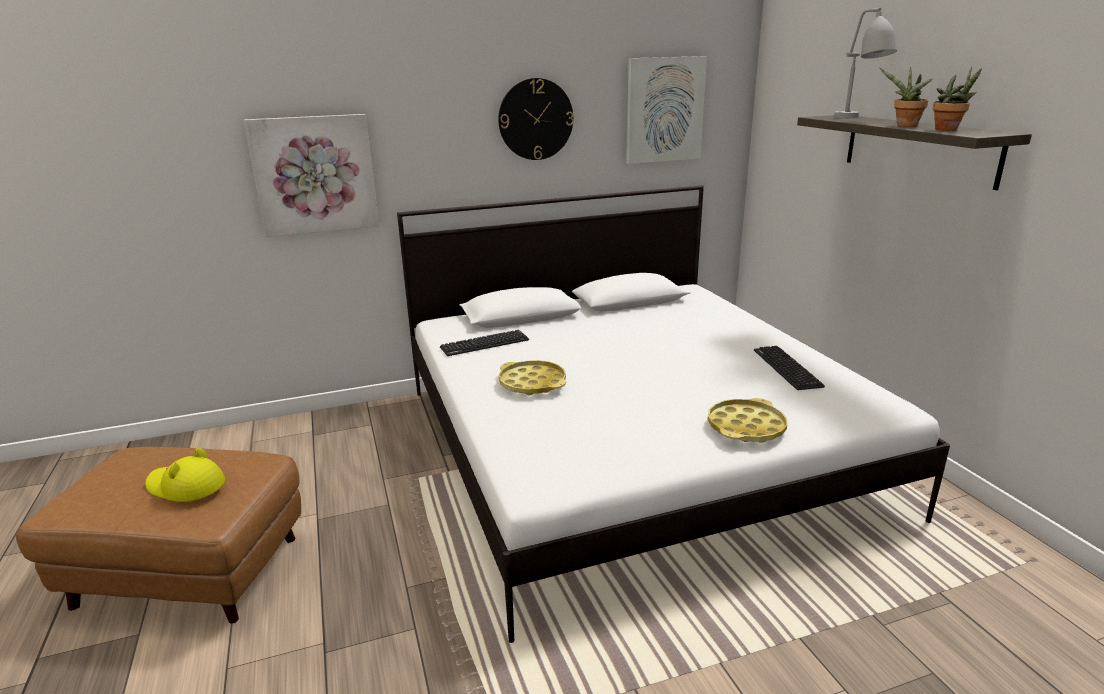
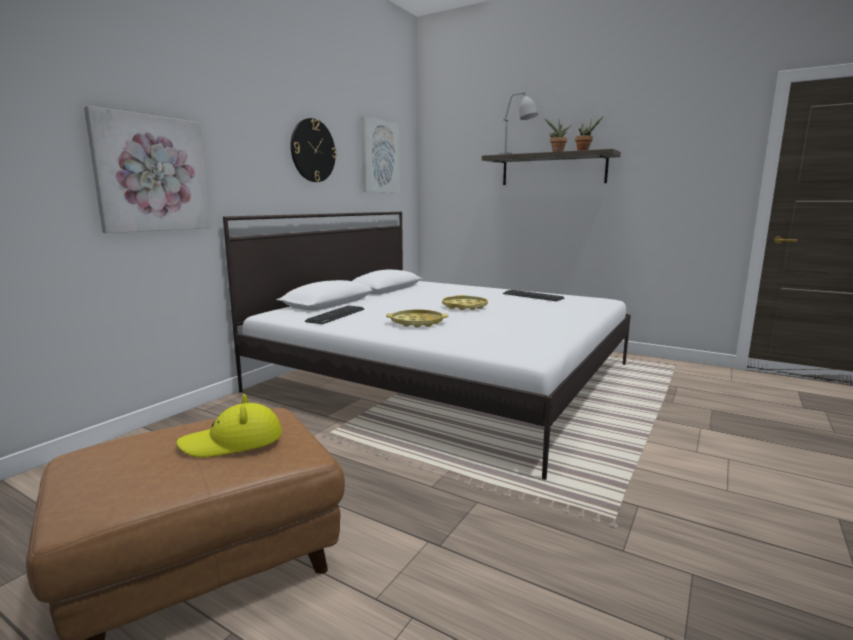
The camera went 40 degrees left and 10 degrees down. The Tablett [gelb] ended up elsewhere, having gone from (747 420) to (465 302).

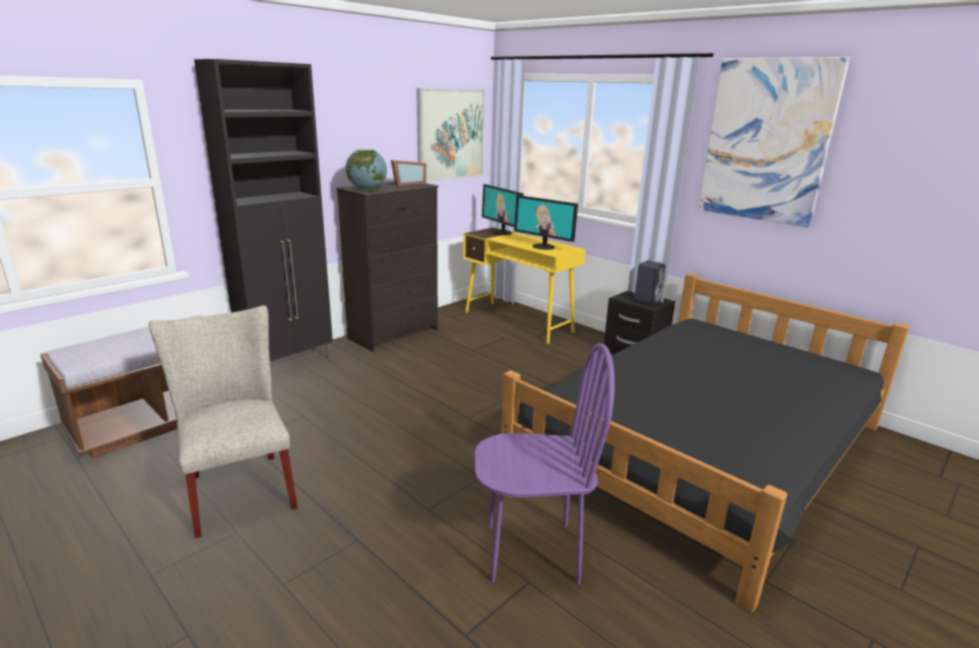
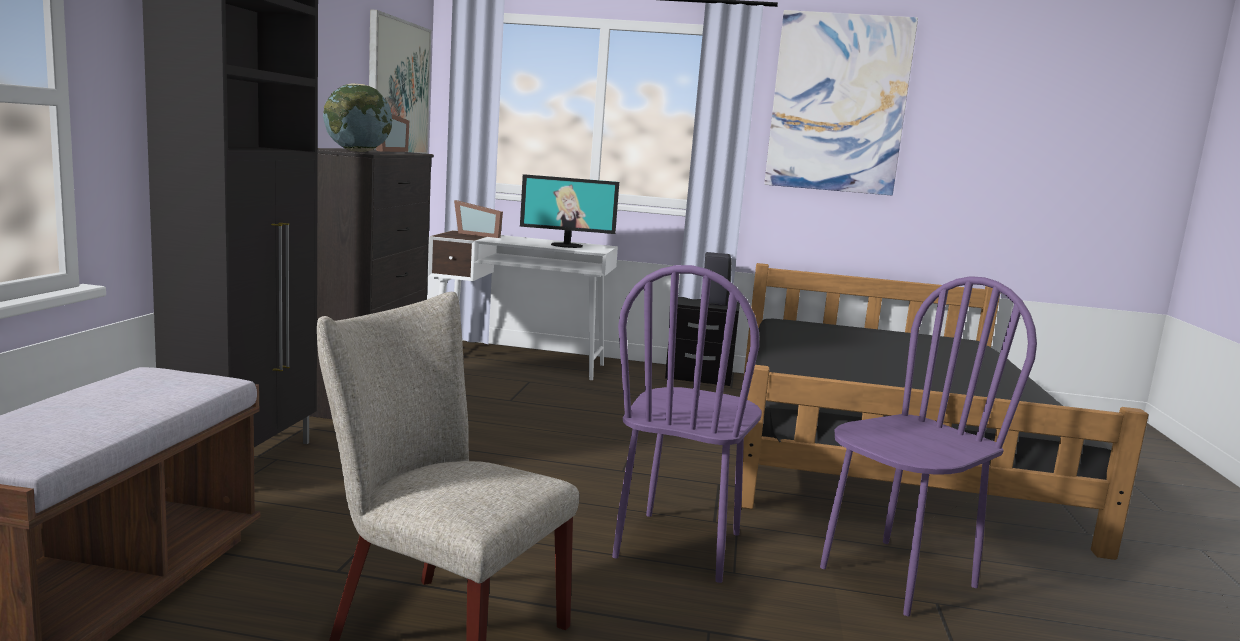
The camera went 35 degrees left and 10 degrees down. What was the Schreibtisch [gelb] at (524 285) turned into the Schreibtisch [weiß] at (523 305). Where the Monitor stood at (503 209), the Bilderrahmen came to stand at (478 219). The second view gained the Stuhl [lila] at (687 424).

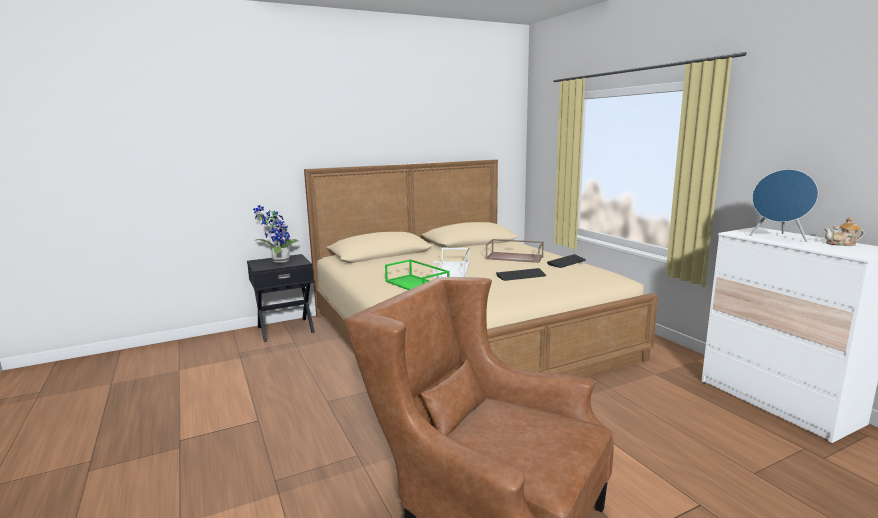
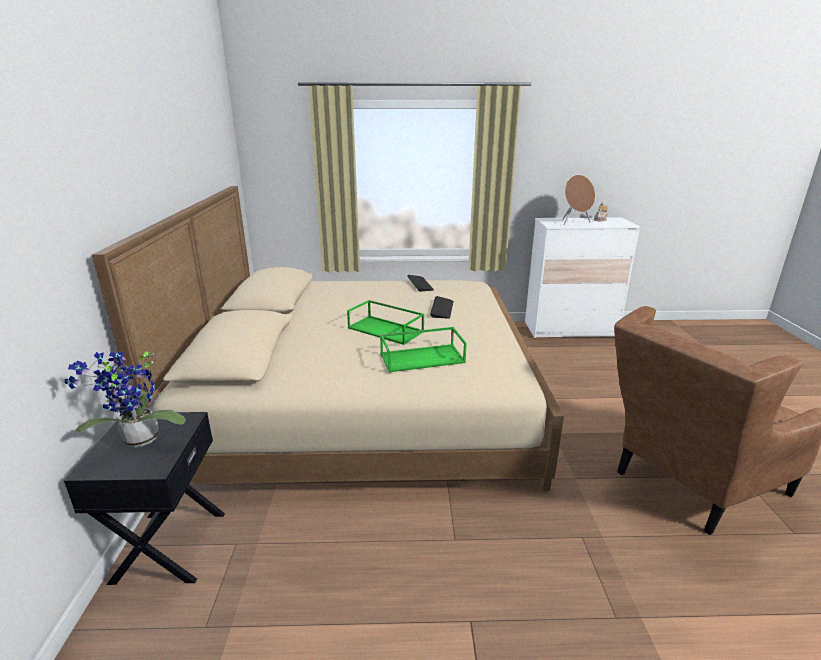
The camera went 65 degrees left and 10 degrees up. What was the Tablett [weiß] at (451 263) turned into the Tablett [grün] at (386 322). What was the Lautsprecher [blau] at (783 205) turned into the Lautsprecher [braun] at (579 200). The second view lost the Tablett [braun] at (514 251).

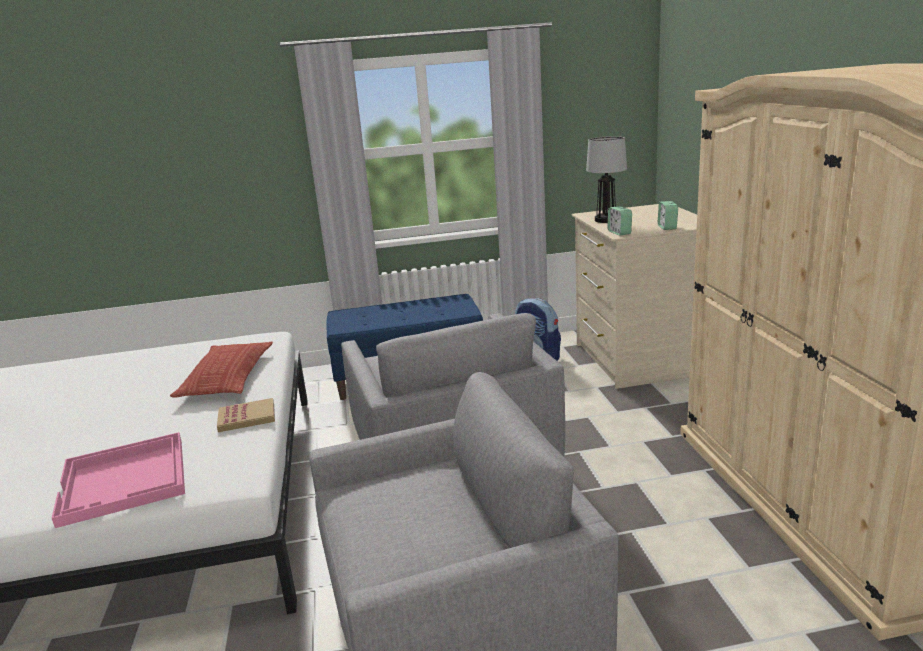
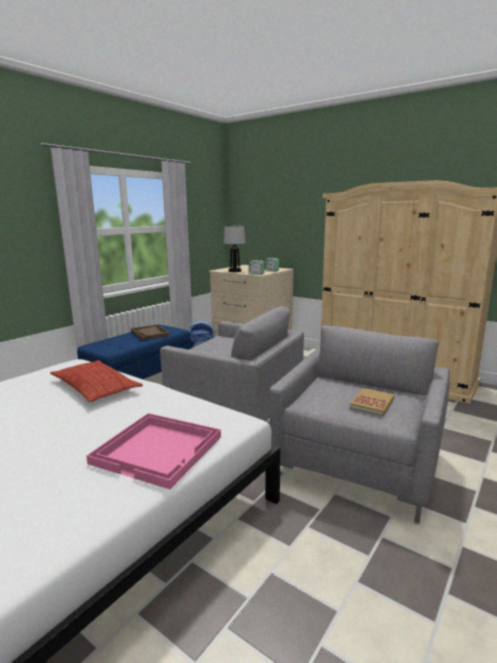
The camera went 45 degrees left and 5 degrees down. The second view gained the Tablett [braun] at (150 332). The Buch ended up elsewhere, having gone from (246 415) to (372 402).

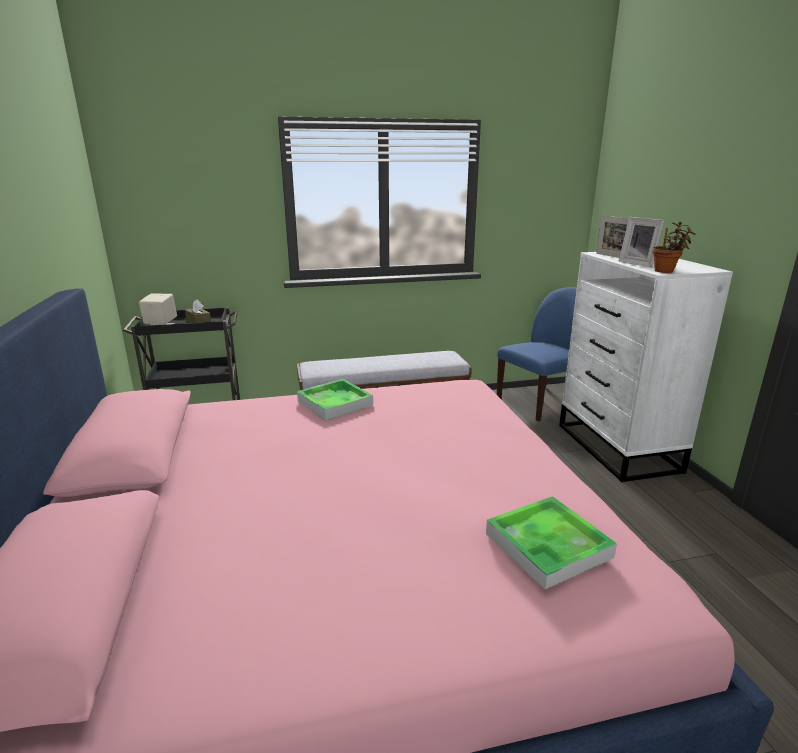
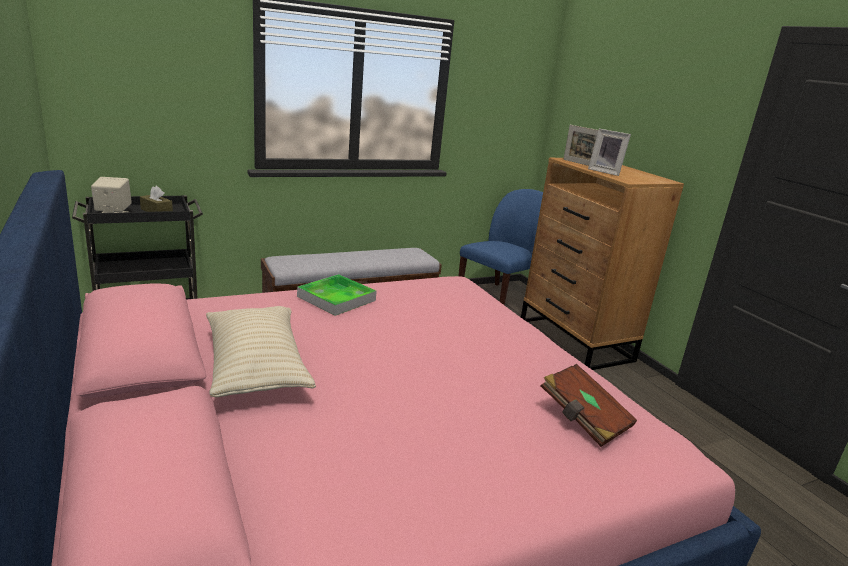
The camera went 15 degrees left and 0 degrees up. The second view gained the Kissen [beige] at (261 351). What was the Kommode [weiß] at (646 367) turned into the Kommode [braun] at (602 264). Where the Tablett stood at (551 542), the Buch [braun] came to stand at (589 405). The second view lost the Topfpflanze at (673 247).

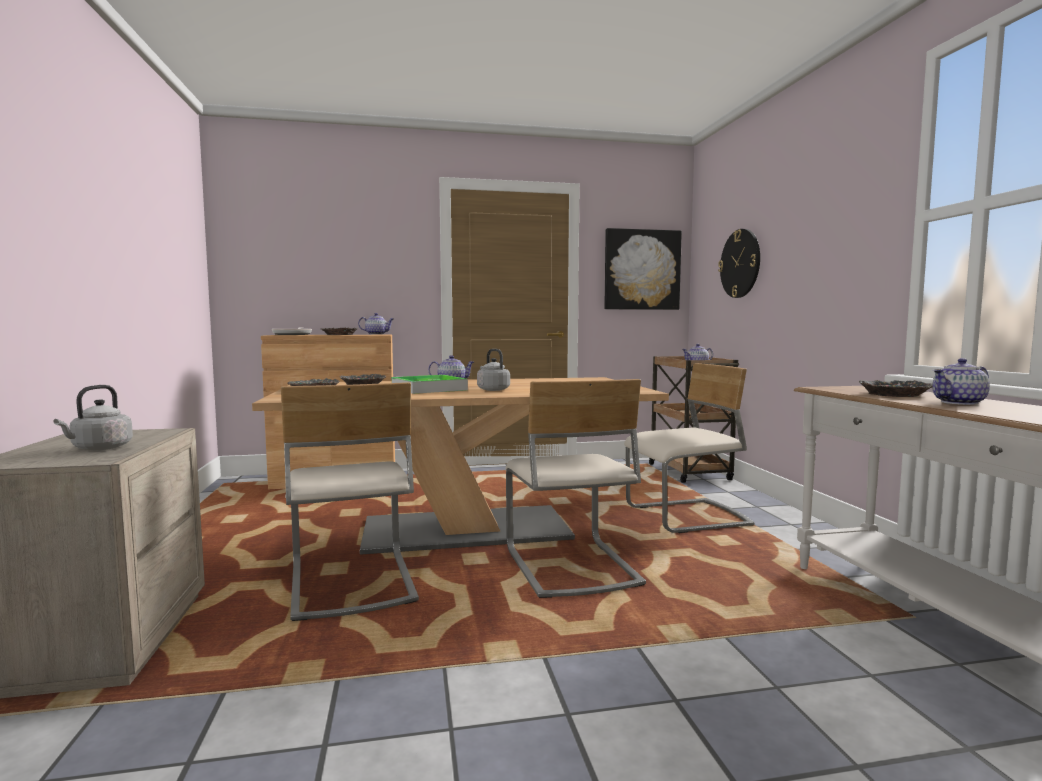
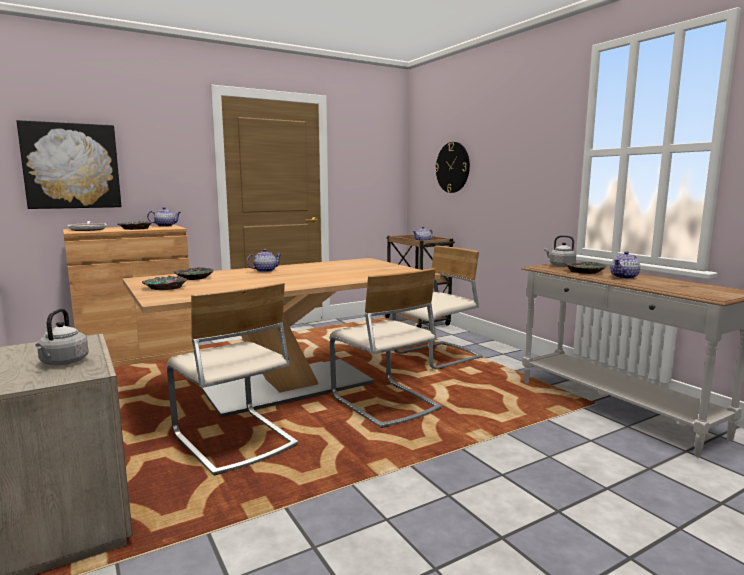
The camera went 20 degrees left and 5 degrees up. The Bild ended up elsewhere, having gone from (643 269) to (69 164). The Wasserkessel [grau] ended up elsewhere, having gone from (493 370) to (560 251). The second view lost the Tablett at (430 384).

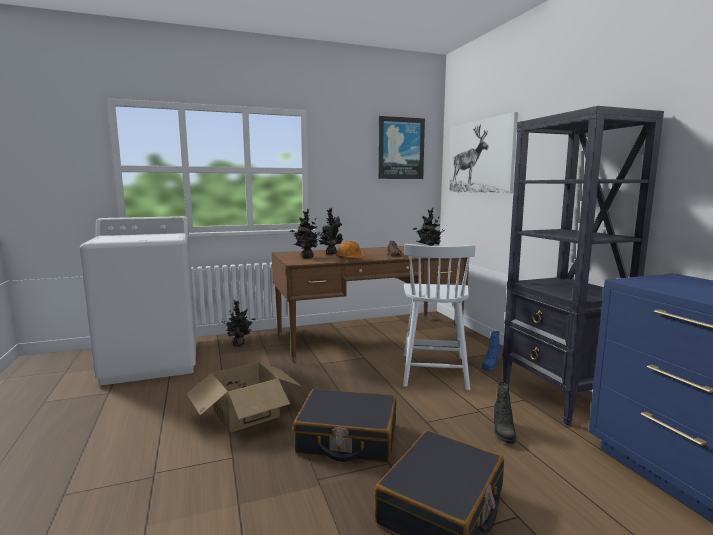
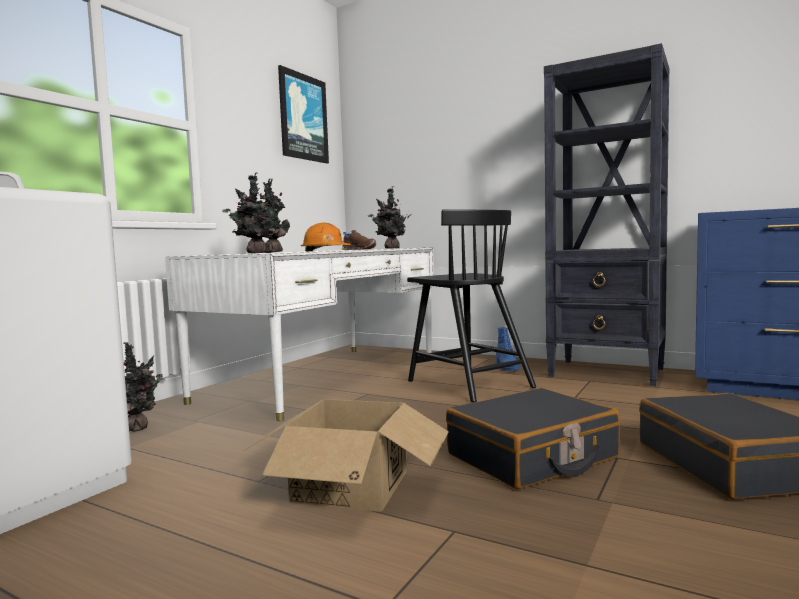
The camera went 40 degrees left and 5 degrees down. What was the Schreibtisch [braun] at (370 304) turned into the Schreibtisch [weiß] at (299 334). What was the Stuhl [weiß] at (439 317) turned into the Stuhl [schwarz] at (471 306). The second view lost the Bild at (483 152). The second view lost the Stiefel [schwarz] at (505 412).

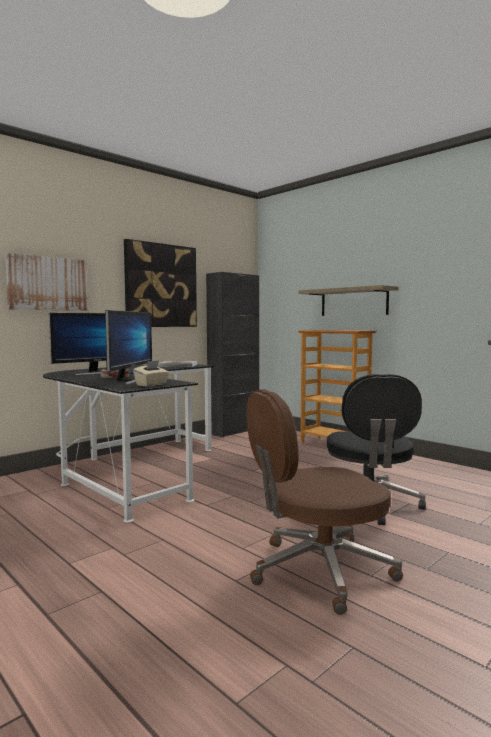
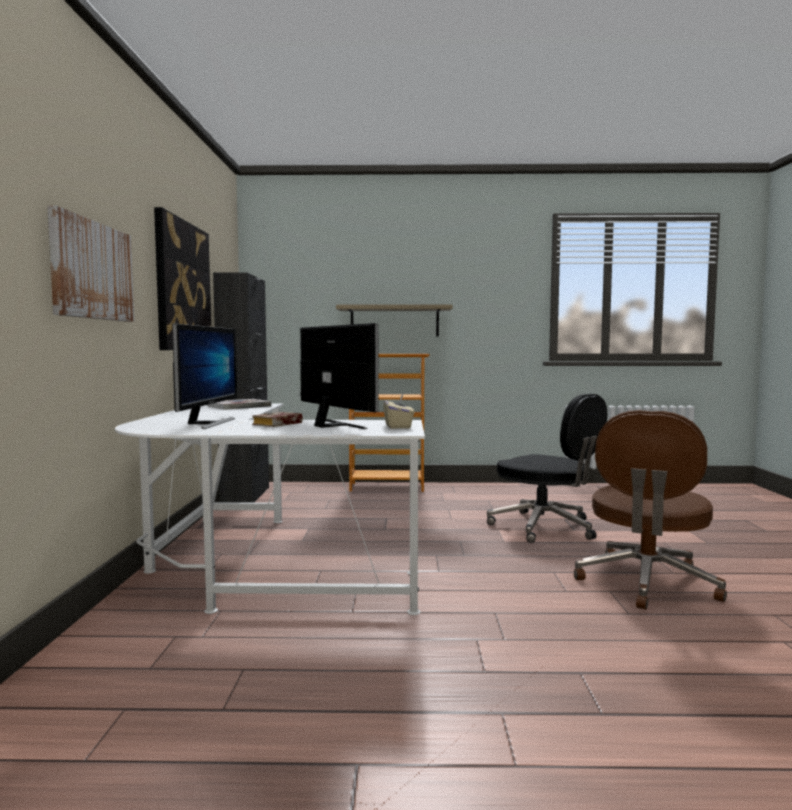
The camera went 45 degrees left and 0 degrees up. What was the Schreibtisch [schwarz] at (128 443) turned into the Schreibtisch [weiß] at (270 509).

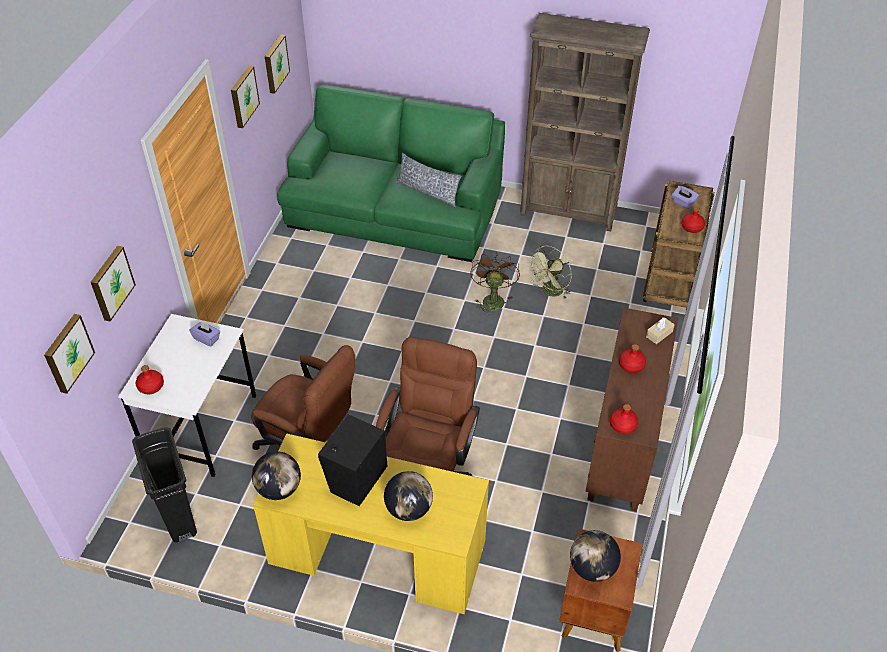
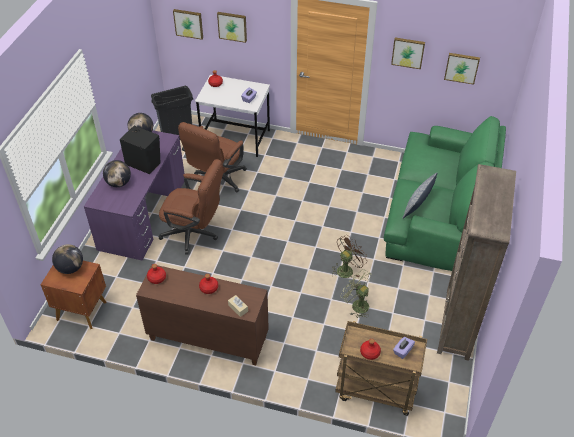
The camera went 90 degrees right and 0 degrees up. What was the Schreibtisch [gelb] at (371 524) turned into the Schreibtisch [lila] at (134 195). The Ventilator [braun] at (495 283) ended up facing another way, 45 degrees counterclockwise from before.

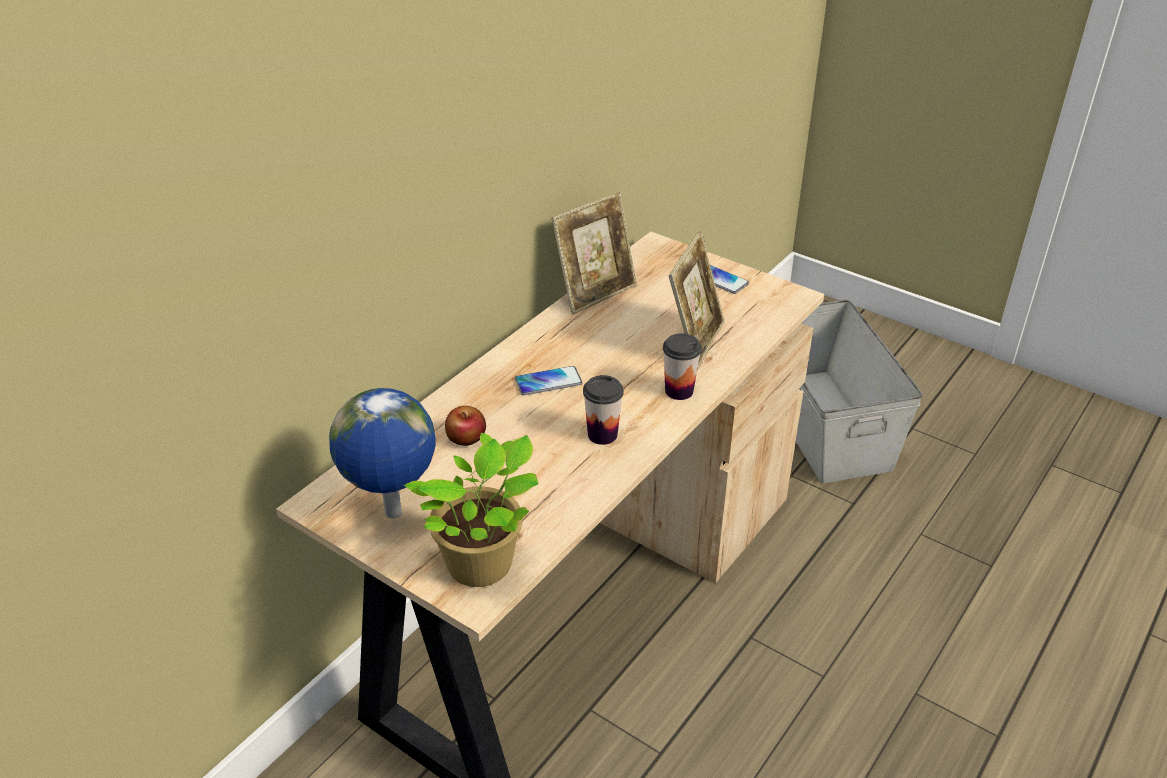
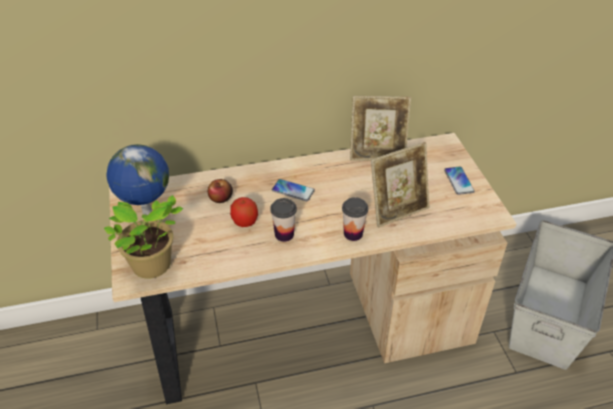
The camera went 40 degrees right and 5 degrees up. The second view gained the Apfel at (244 212).

